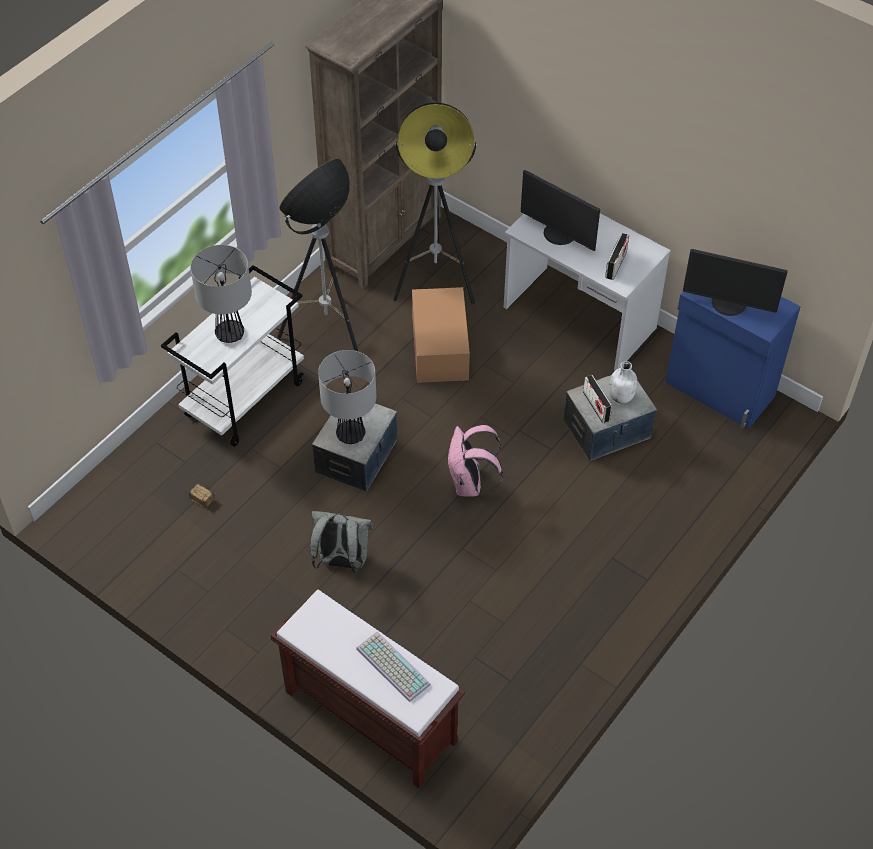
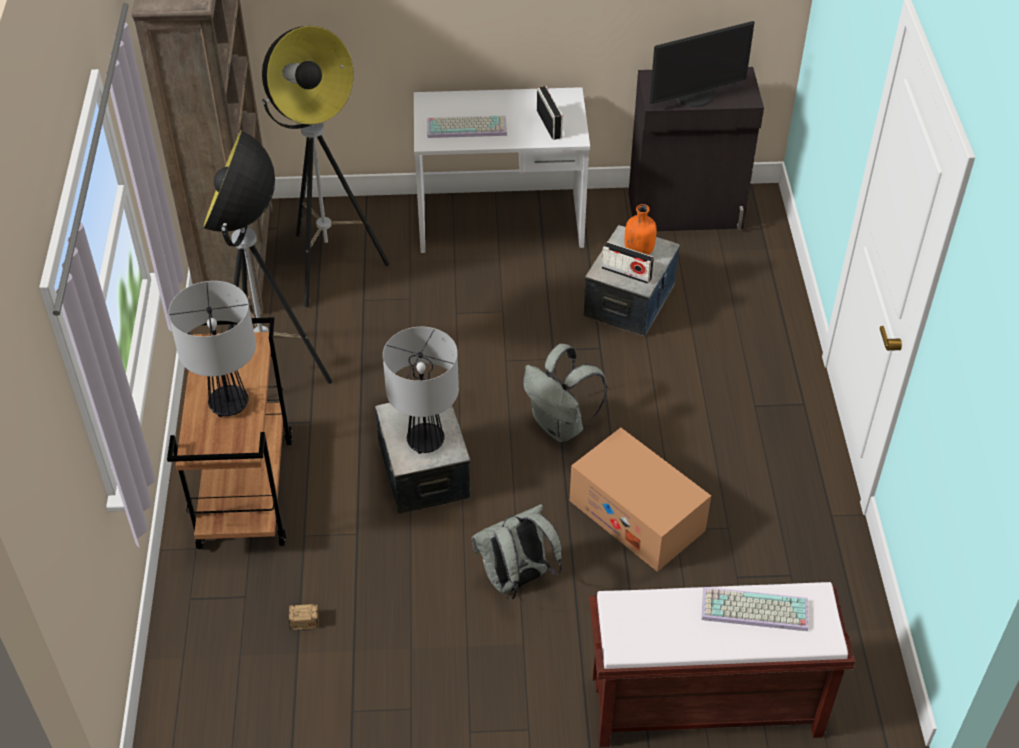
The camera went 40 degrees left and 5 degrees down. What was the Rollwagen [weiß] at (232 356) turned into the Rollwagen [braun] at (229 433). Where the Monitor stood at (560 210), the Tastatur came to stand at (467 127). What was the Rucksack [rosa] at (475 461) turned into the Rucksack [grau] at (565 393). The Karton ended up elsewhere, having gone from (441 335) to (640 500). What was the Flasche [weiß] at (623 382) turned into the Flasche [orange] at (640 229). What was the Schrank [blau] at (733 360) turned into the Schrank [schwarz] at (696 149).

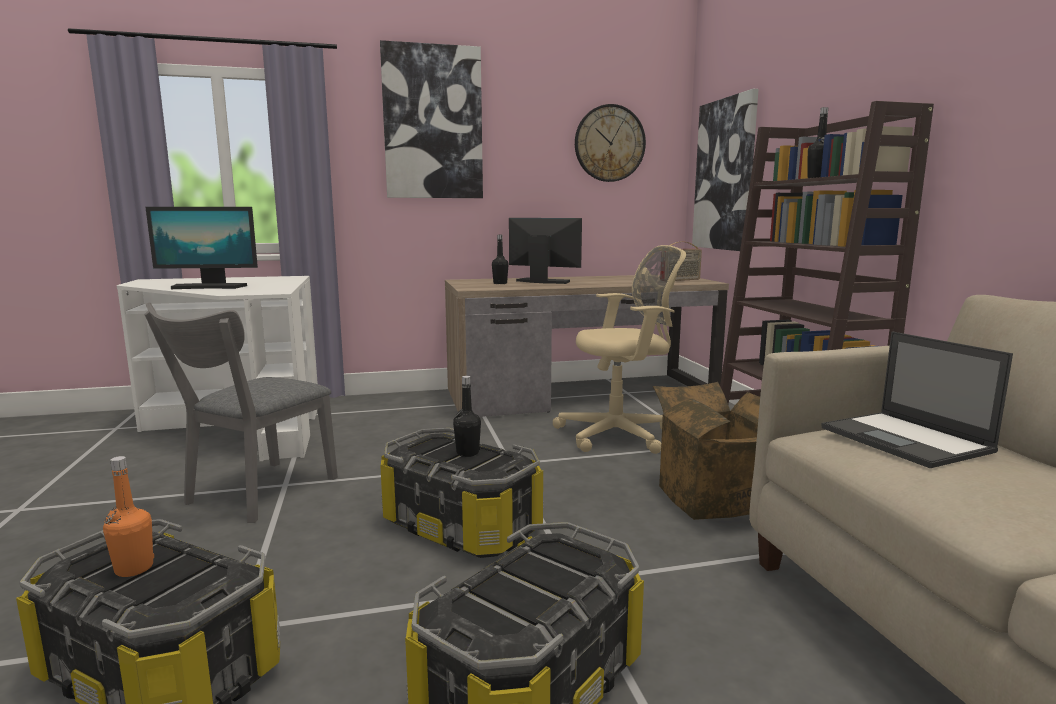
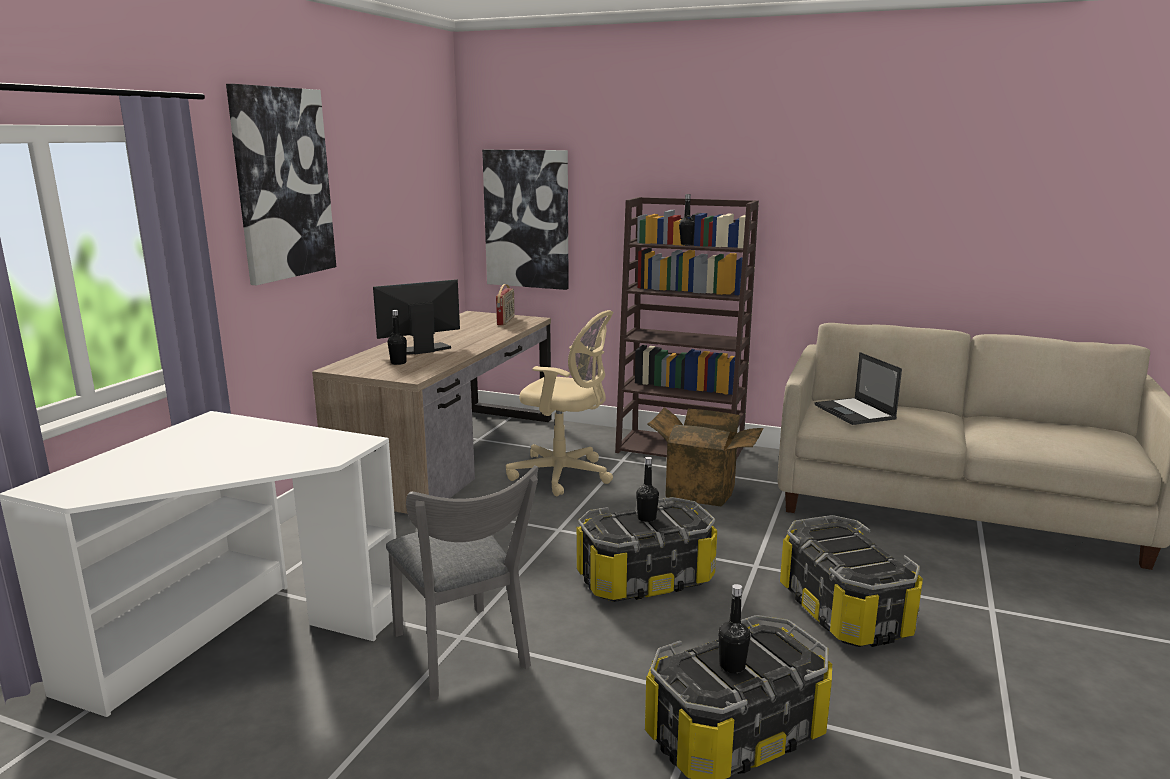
The camera went 55 degrees left and 5 degrees up. The Bürostuhl [beige] at (619 349) ended up facing another way, 90 degrees clockwise from before. What was the Flasche [orange] at (128 516) turned into the Flasche [schwarz] at (734 628). The Laptop at (917 399) ended up facing another way, 60 degrees clockwise from before. The second view lost the Monitor at (201 248). The second view lost the Wanduhr at (610 143).

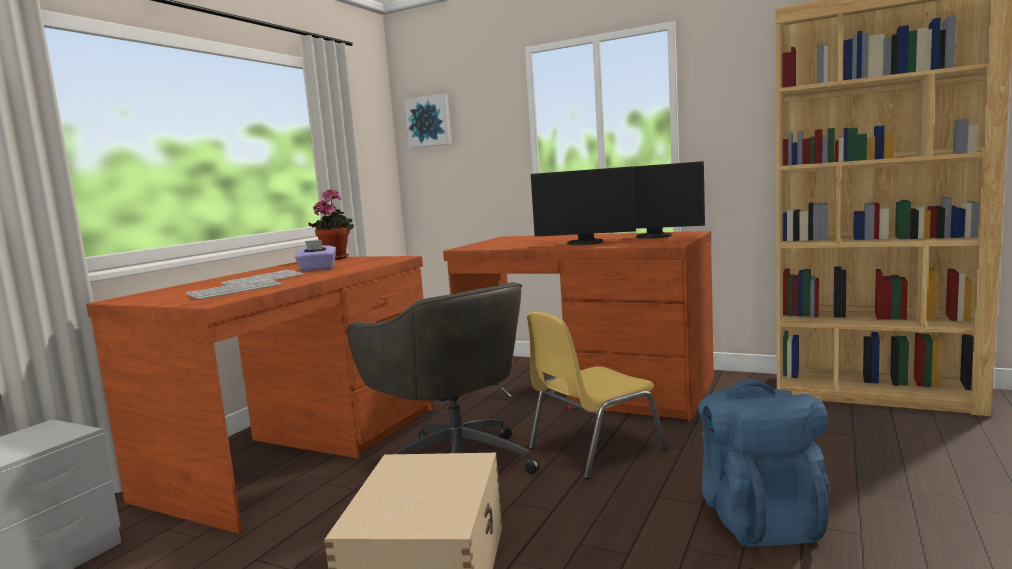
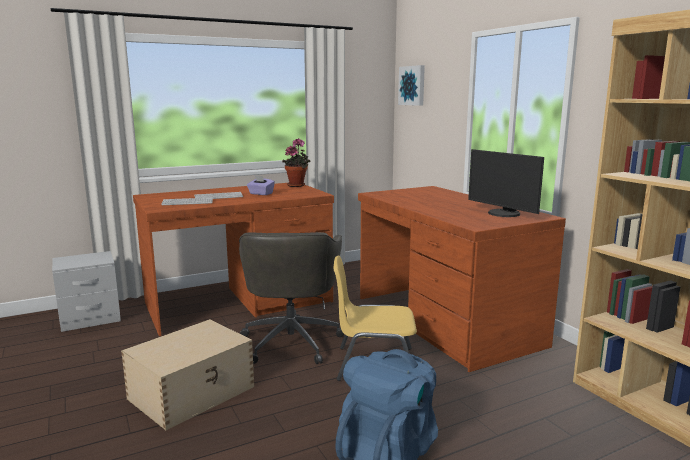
The camera went 35 degrees right and 5 degrees up. The second view lost the Monitor at (583 205).

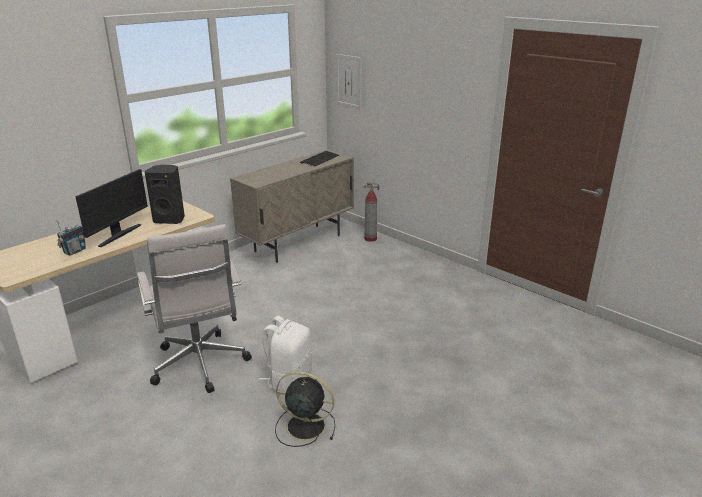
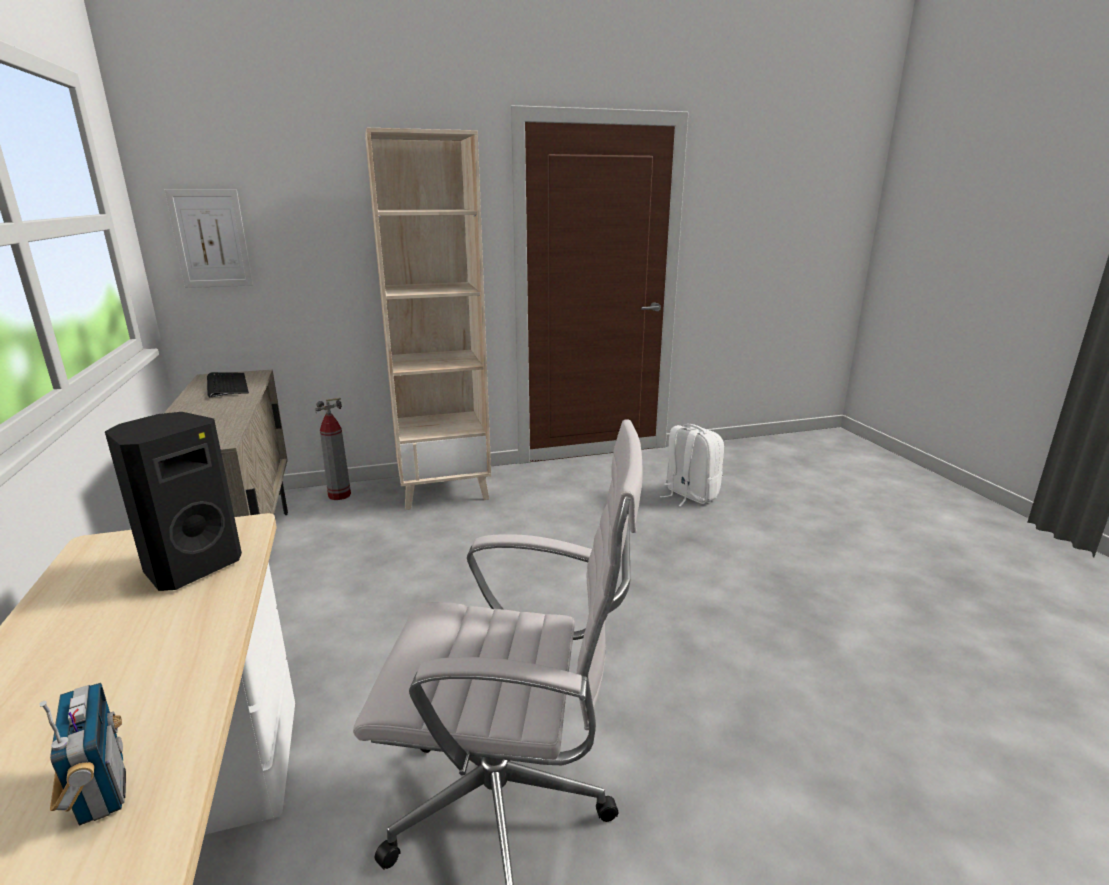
The camera went 60 degrees left and 5 degrees down. The second view gained the Bücherregal [beige] at (428 319). The Rucksack [weiß] ended up elsewhere, having gone from (285 354) to (692 465). The second view lost the Monitor at (111 208). The second view lost the Ventilator [schwarz] at (305 409).

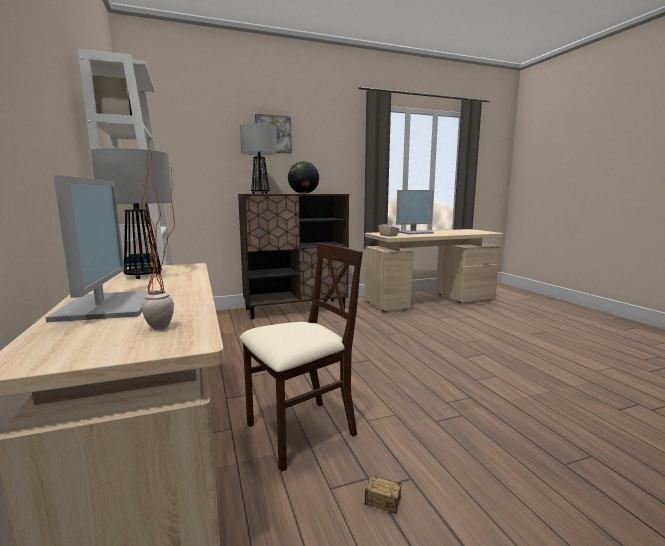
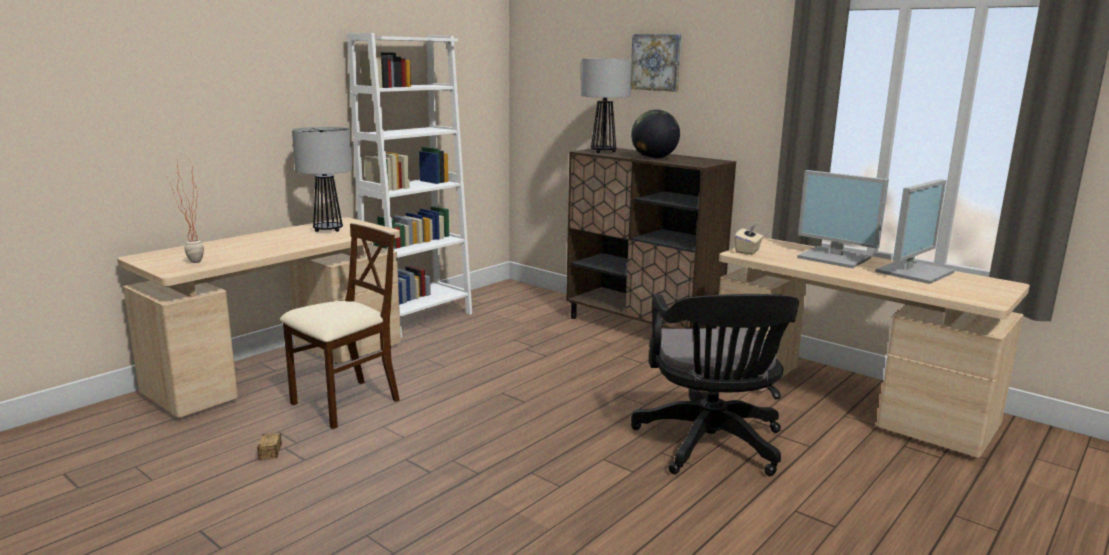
The camera went 60 degrees right and 5 degrees up. The Stuhl [beige] at (301 357) ended up facing another way, 75 degrees counterclockwise from before. The second view gained the Bürostuhl [schwarz] at (715 385). The Monitor ended up elsewhere, having gone from (101 249) to (915 231).

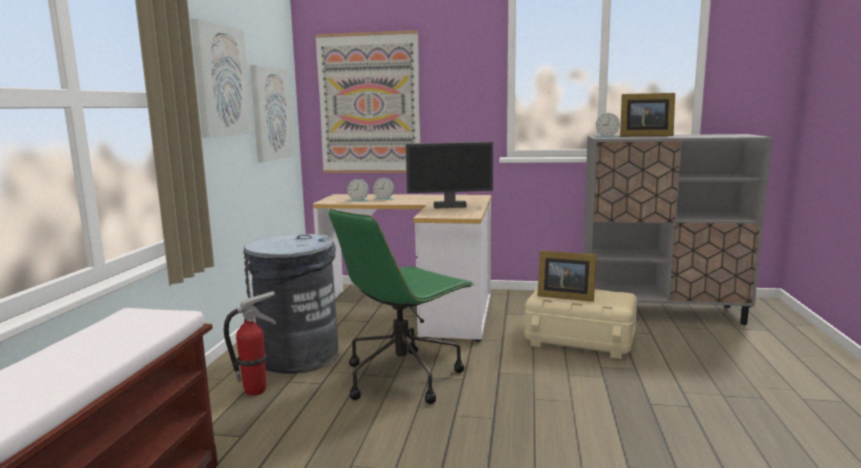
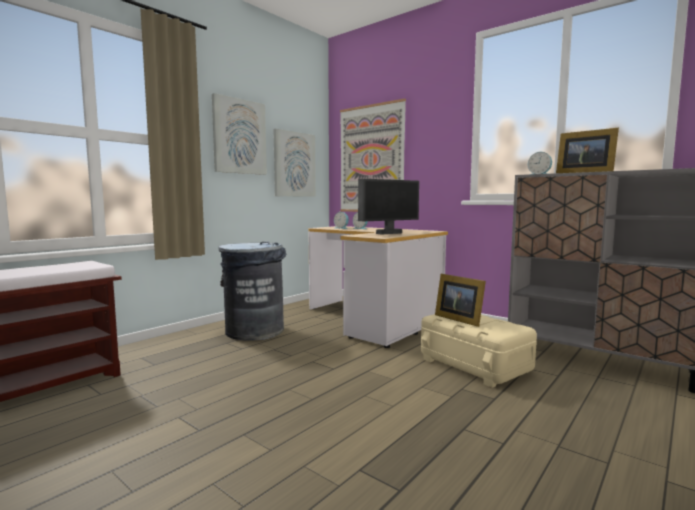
The camera went 30 degrees right and 5 degrees down. The Monitor at (449 175) ended up facing another way, 60 degrees counterclockwise from before. The second view lost the Feuerlöscher at (250 343). The second view lost the Bürostuhl [grün] at (401 306).

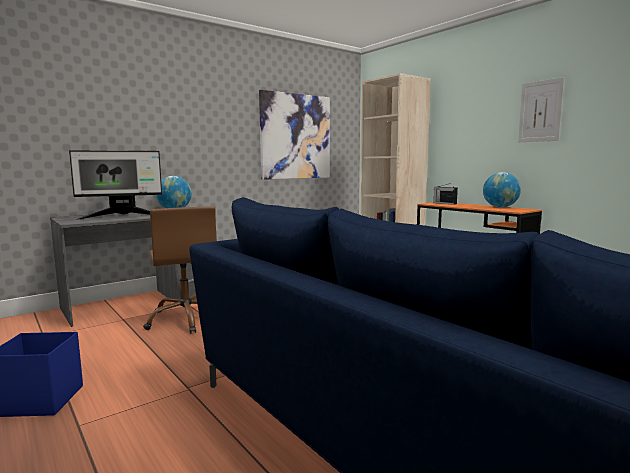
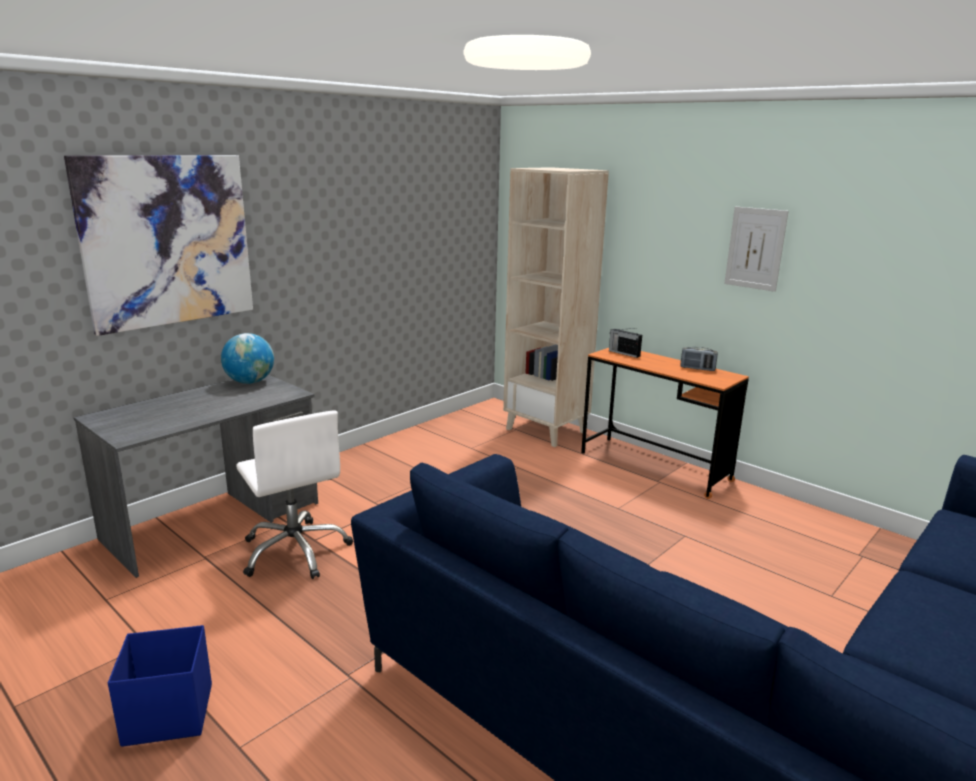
The camera went 10 degrees left and 10 degrees up. The Bild ended up elsewhere, having gone from (294 135) to (158 245). What was the Bürostuhl [braun] at (180 270) turned into the Bürostuhl [weiß] at (294 494). Where the Globus stood at (502 190), the Radio came to stand at (699 359). The second view lost the Monitor at (115 185).

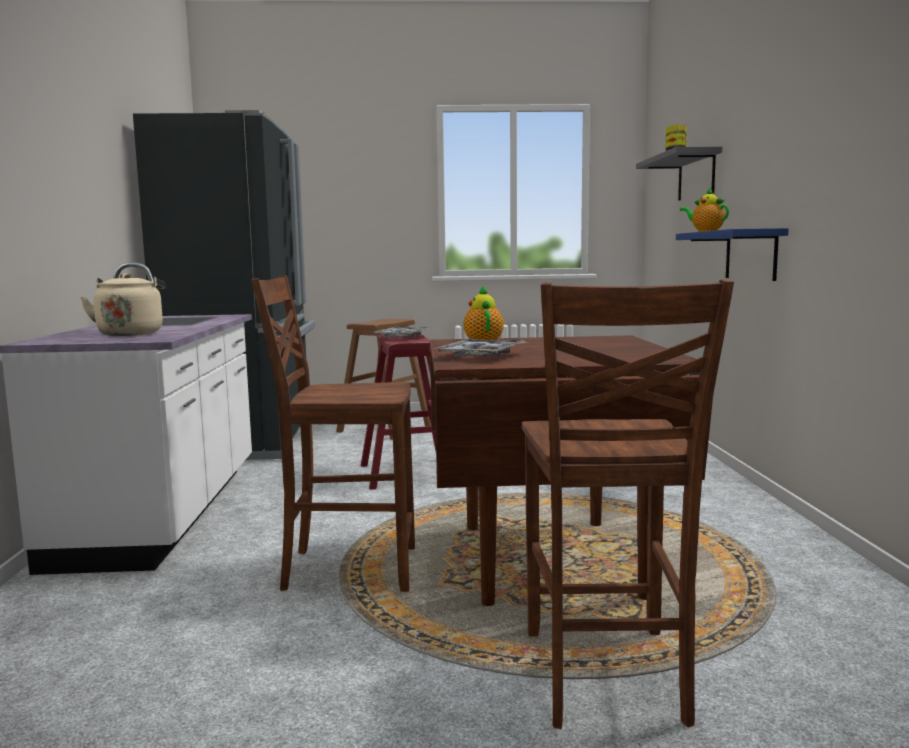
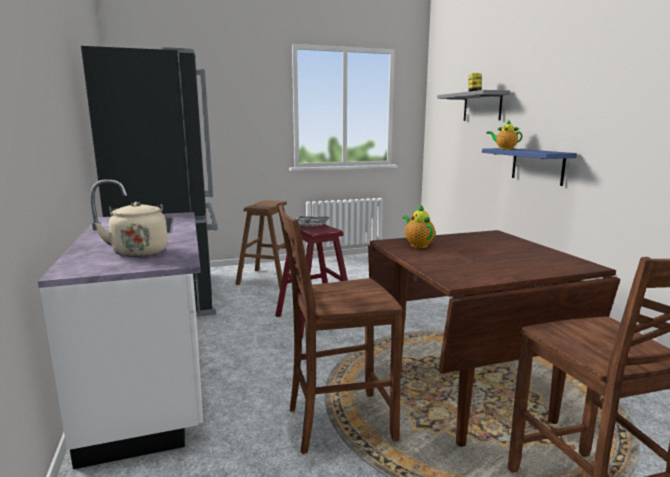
The camera went 15 degrees left and 5 degrees up. The second view lost the Tablett at (480 347).

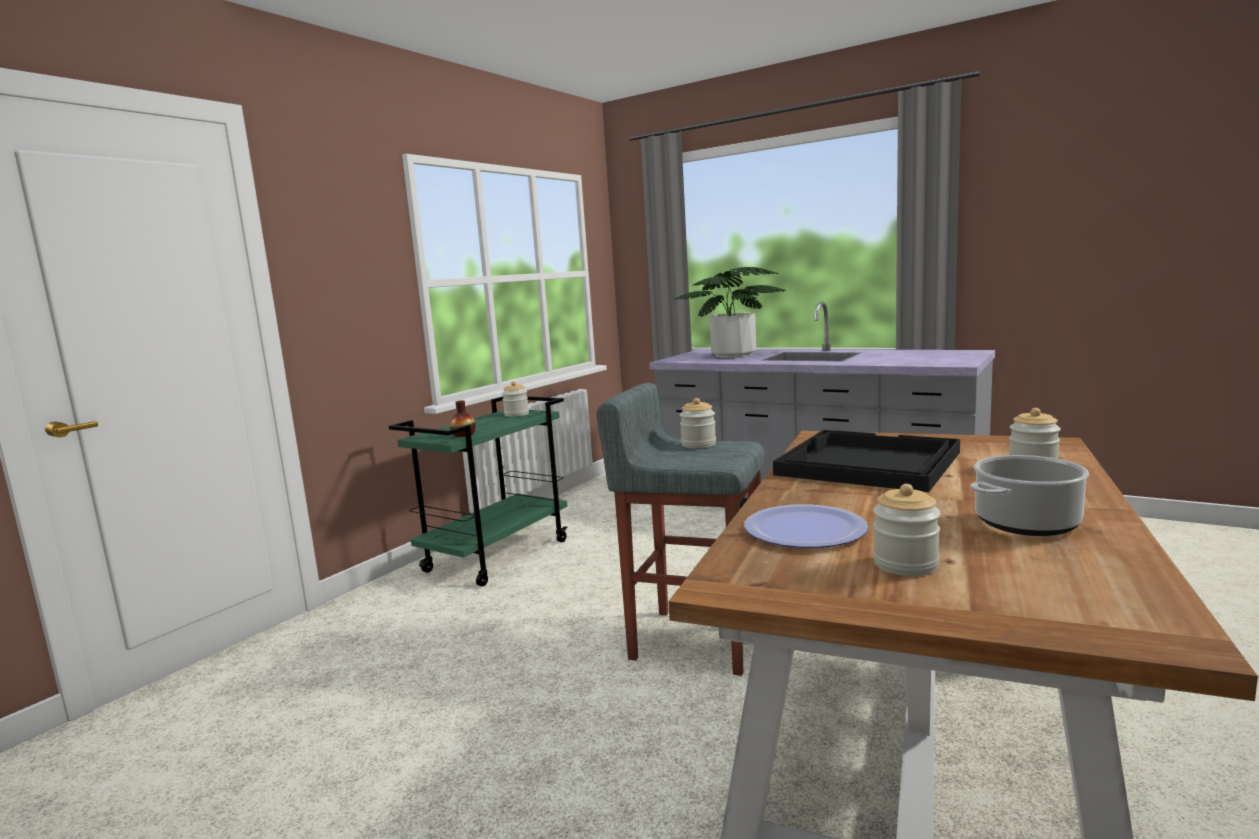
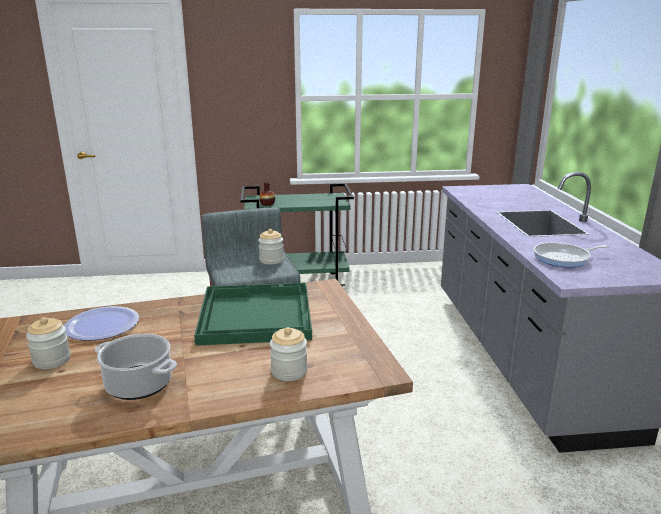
The camera went 50 degrees right and 10 degrees up. What was the Tablett [schwarz] at (866 461) turned into the Tablett [grün] at (253 314). The second view gained the Pfanne at (572 255). The second view lost the Vorratsglas at (515 399). The second view lost the Topfpflanze at (730 312).

